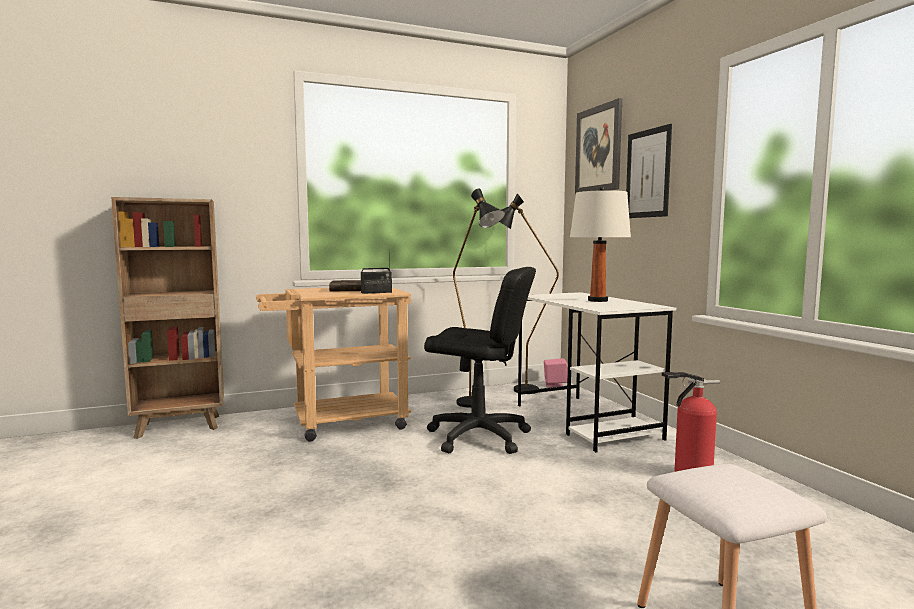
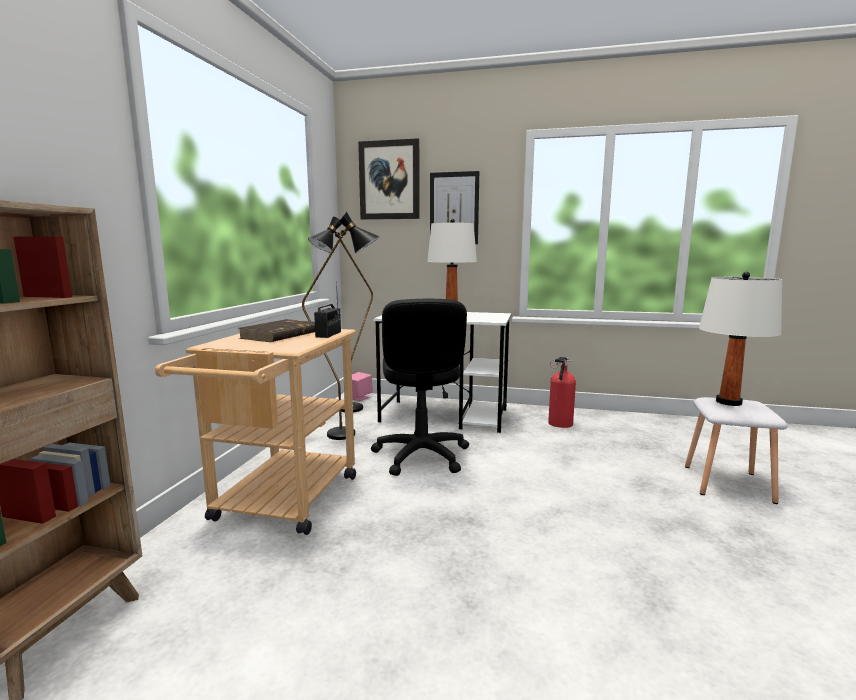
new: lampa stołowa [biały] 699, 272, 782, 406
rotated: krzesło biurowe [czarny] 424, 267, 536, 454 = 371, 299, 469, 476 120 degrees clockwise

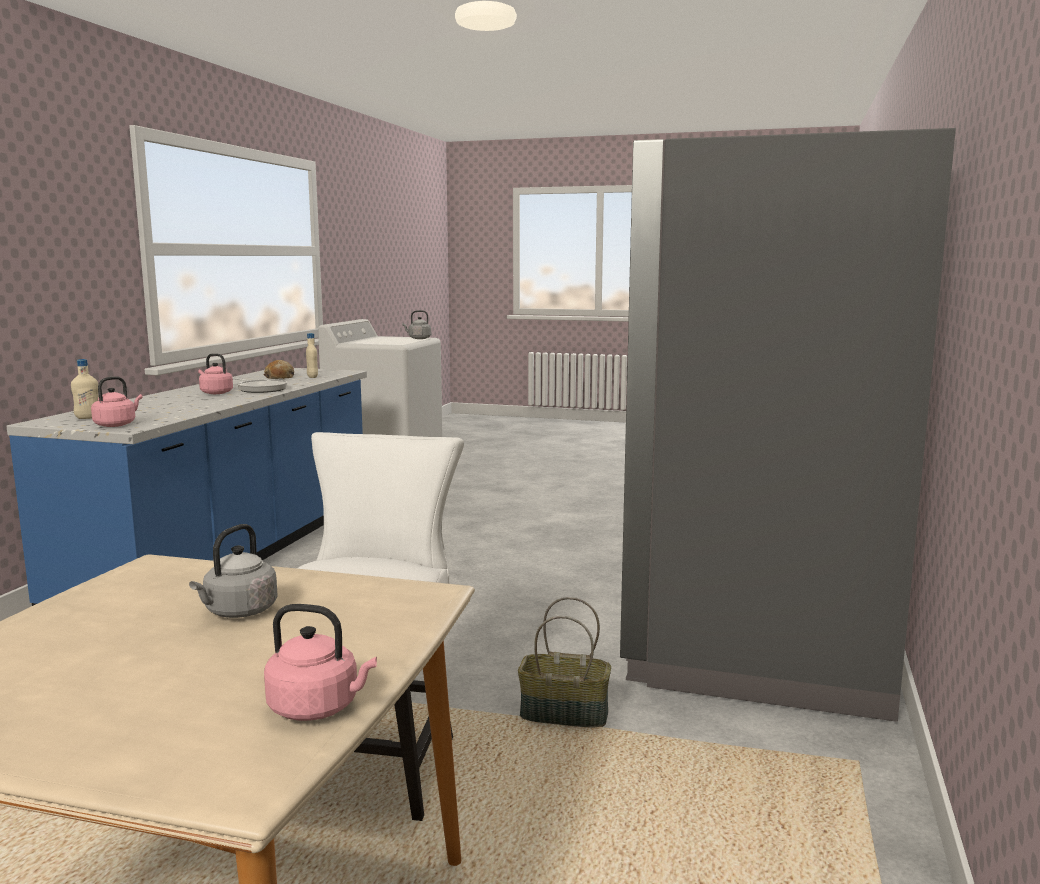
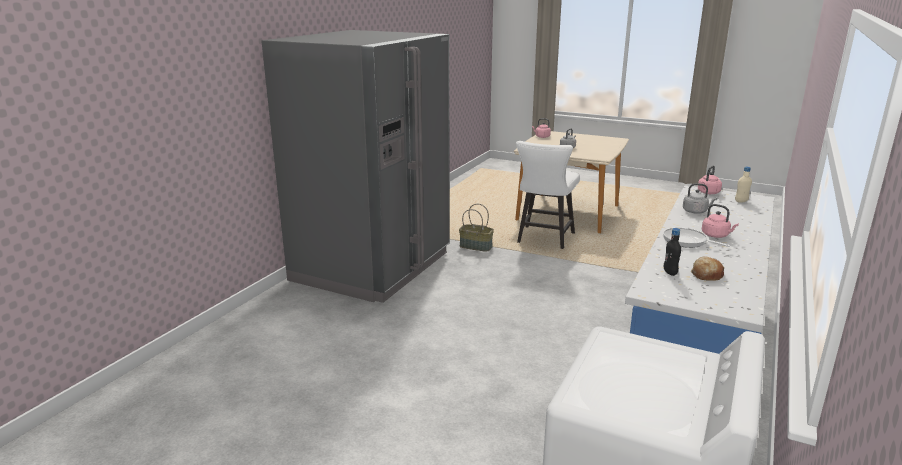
shifted: czajnik [szary] 402, 310, 431, 339 to 683, 183, 717, 213
repainted: butelka [beżowy] 306, 333, 318, 378 to butelka [czarny] 664, 228, 681, 276

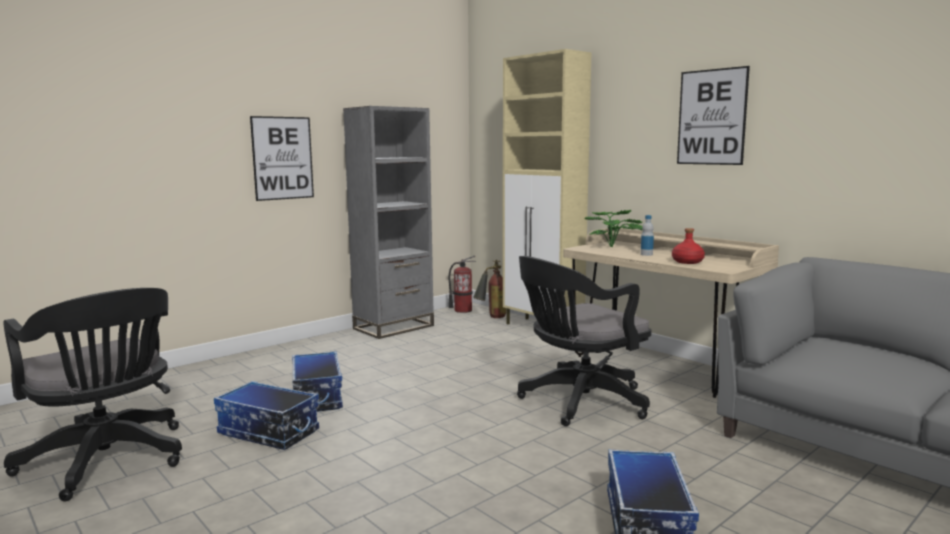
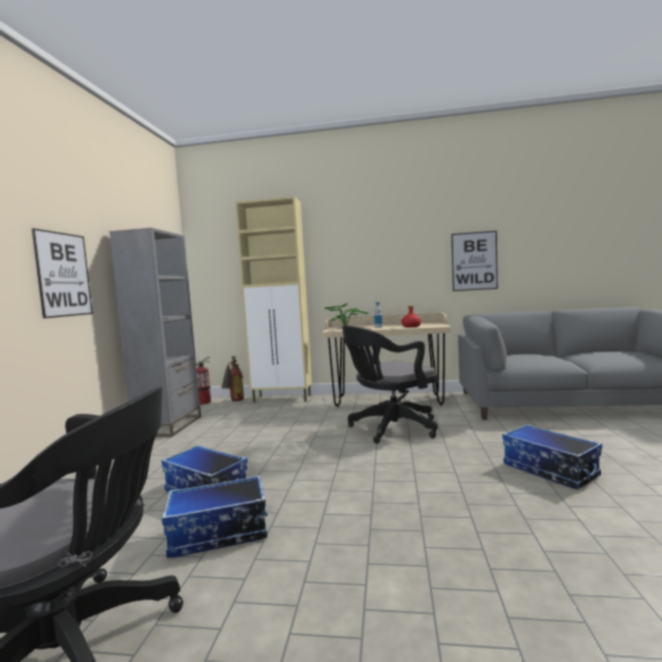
shifted: obraz 677, 66, 750, 165 to 451, 231, 498, 291
rotated: krzesło biurowe [czarny] 517, 256, 651, 426 = 342, 326, 438, 444 45 degrees clockwise

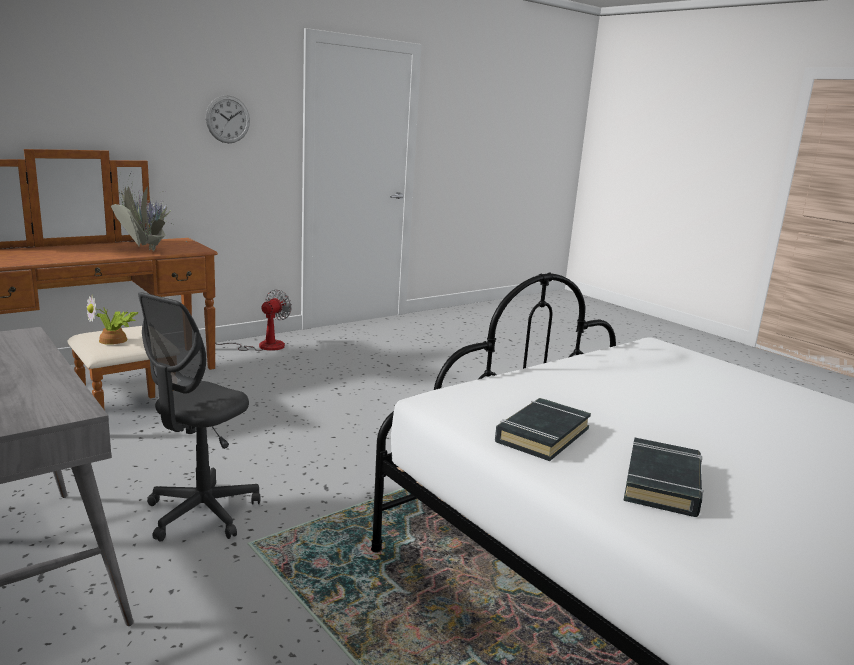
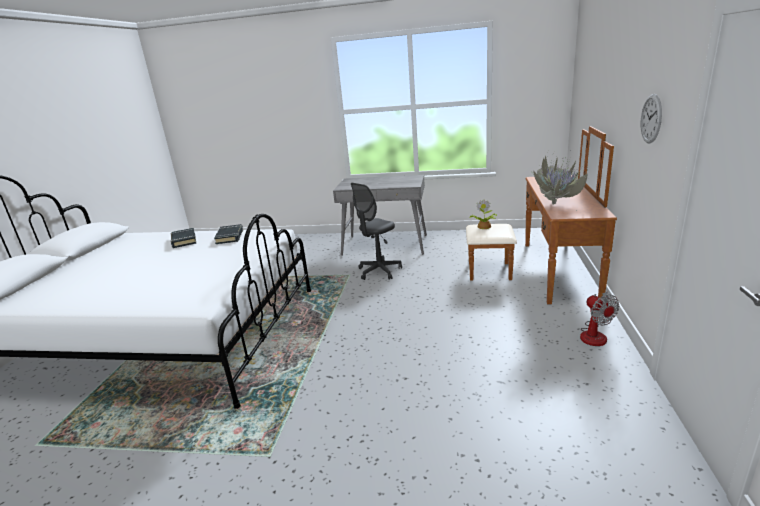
rotated: krzesło biurowe [szary] 138, 292, 260, 542 = 351, 183, 402, 280 120 degrees counterclockwise

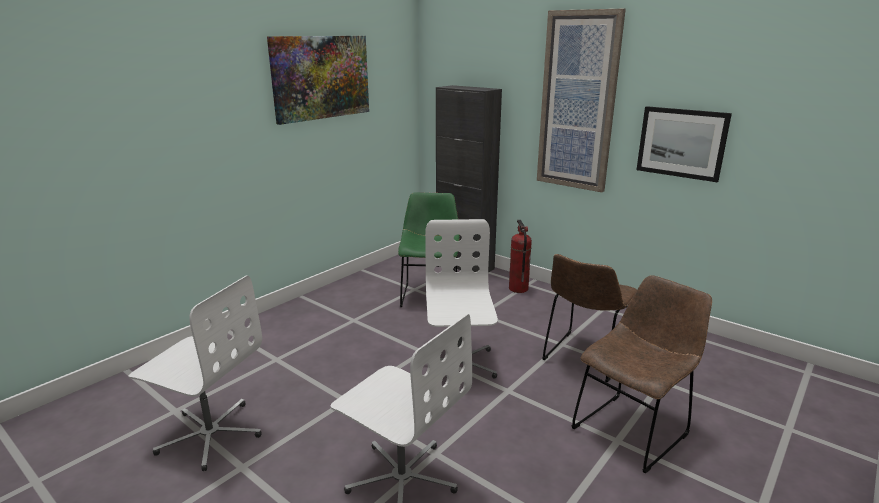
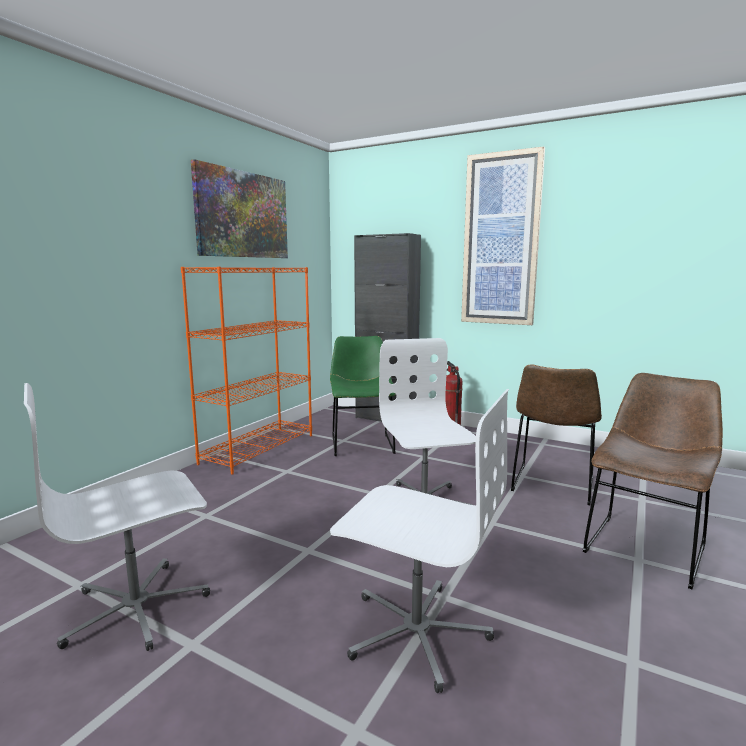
gone: obraz 636, 106, 732, 182
new: regał [pomarańczowy] 181, 267, 312, 475
rotated: krzesło biurowe [biały] 129, 275, 262, 471 = 24, 383, 210, 651 135 degrees clockwise

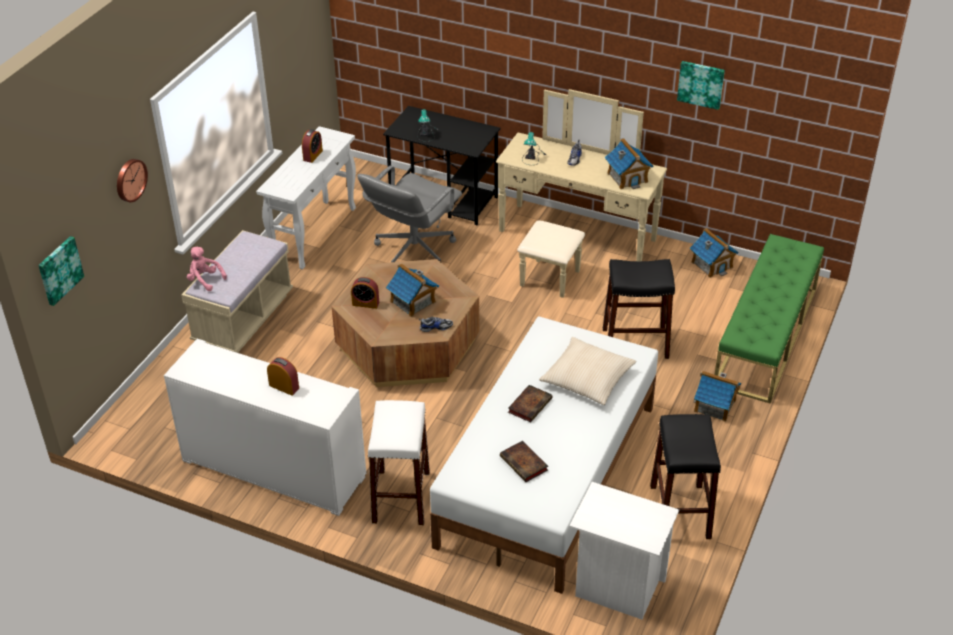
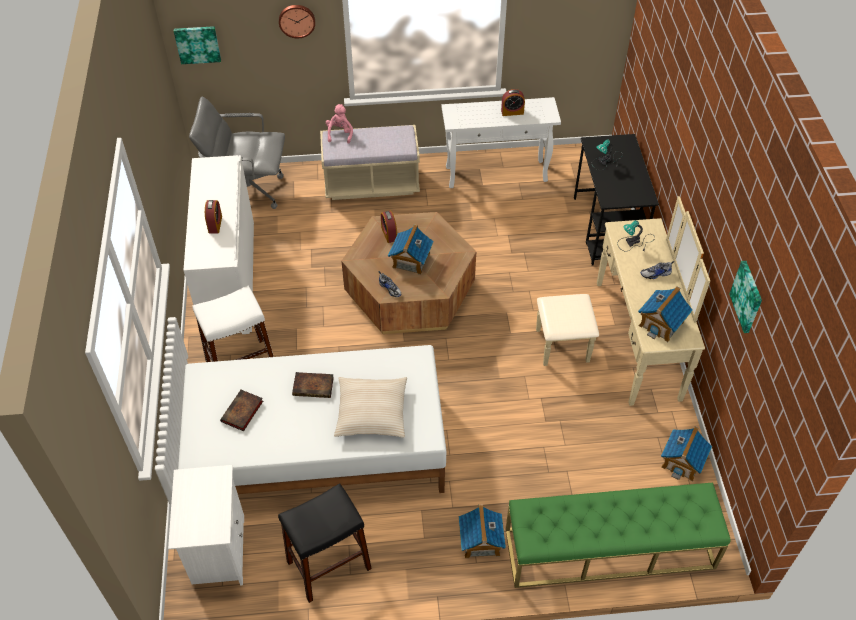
gone: stołek [czarny] 603, 259, 675, 359
shifted: krzesło biurowe [szary] 357, 166, 462, 263 to 189, 96, 285, 209

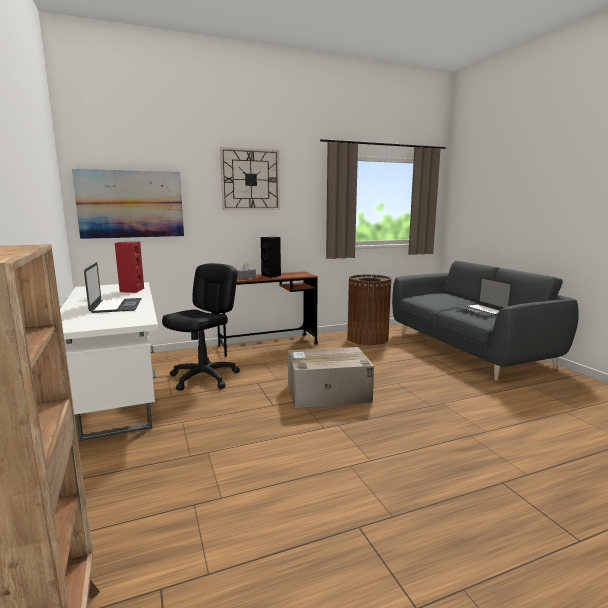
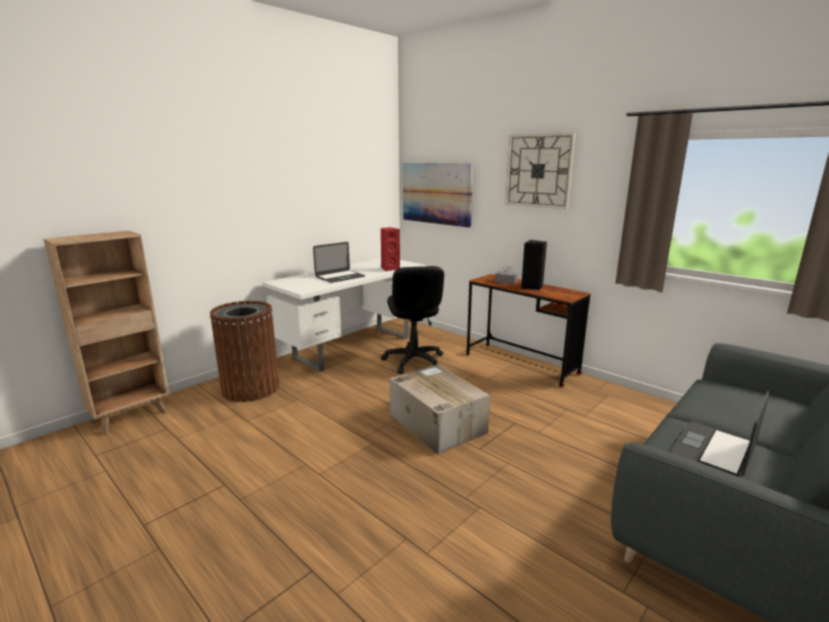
shifted: kosz na śmieci [brązowy] 347, 274, 391, 345 to 210, 301, 279, 402
rotated: krzesło biurowe [czarny] 162, 263, 240, 391 = 381, 266, 444, 374 75 degrees clockwise

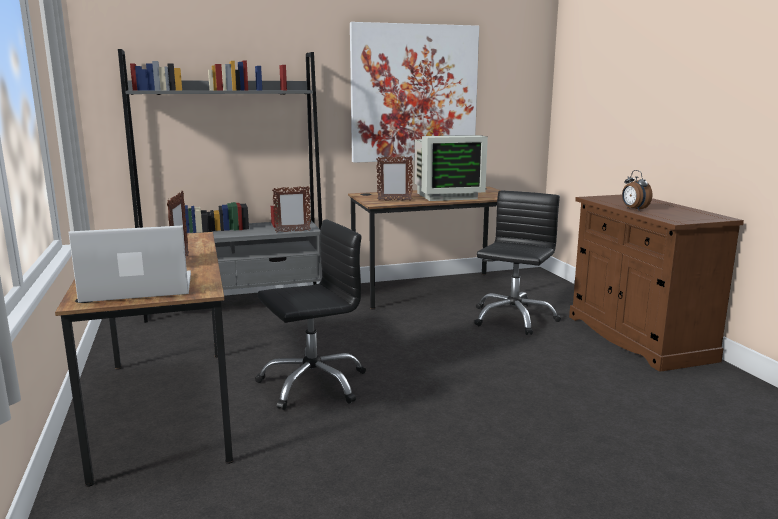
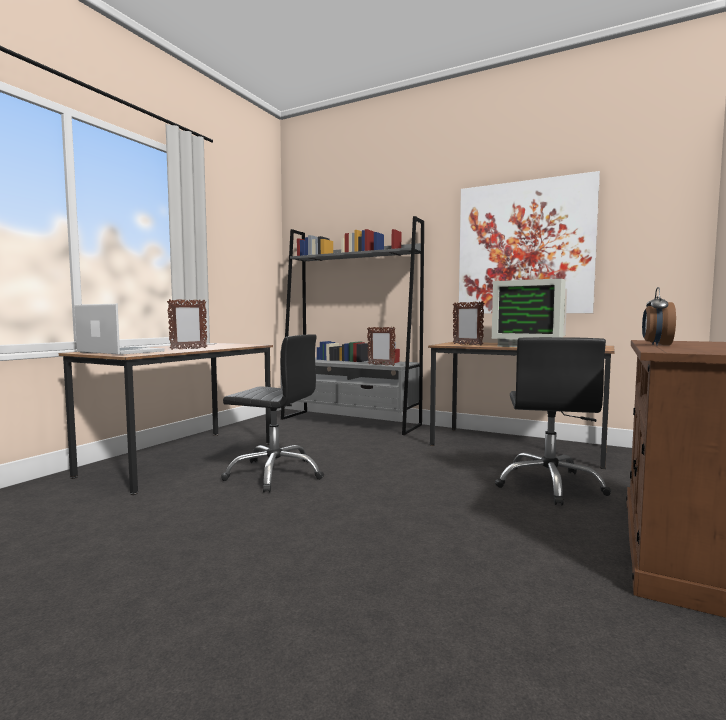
rotated: krzesło biurowe [czarny] 474, 191, 561, 335 = 495, 337, 611, 506 120 degrees clockwise

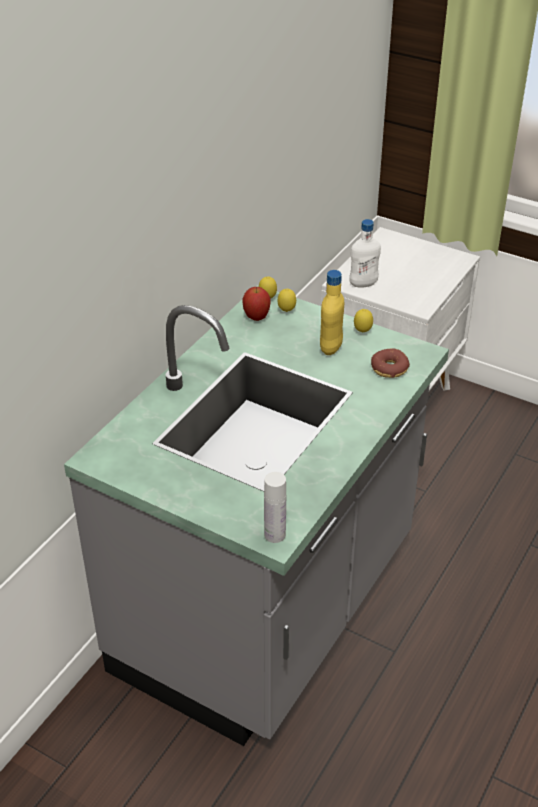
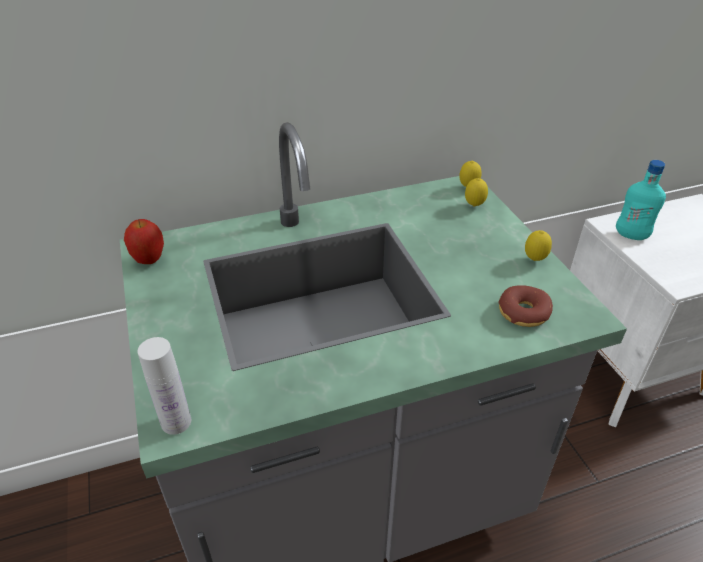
gone: butelka [żółty] 320, 270, 344, 355
shifted: jabłko 242, 287, 271, 321 to 124, 219, 164, 264
repainted: butelka [biały] 349, 219, 381, 288 to butelka [turkusowy] 616, 160, 666, 240

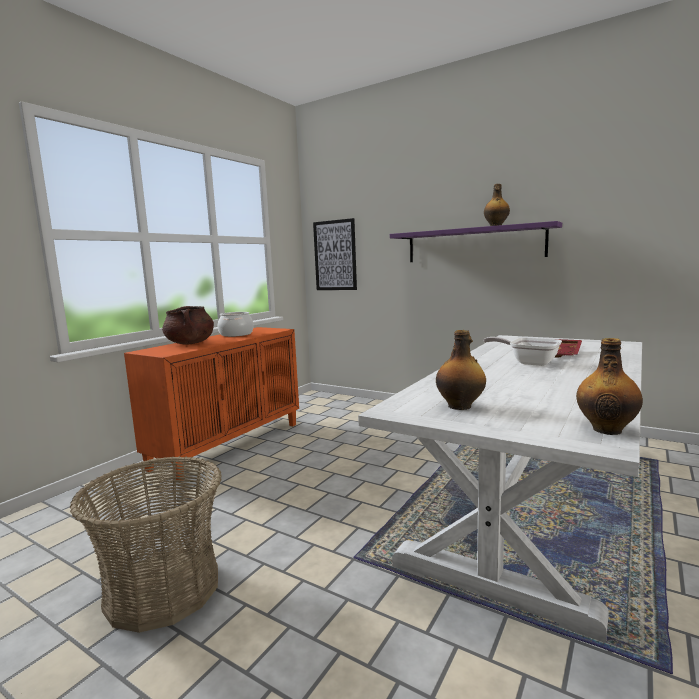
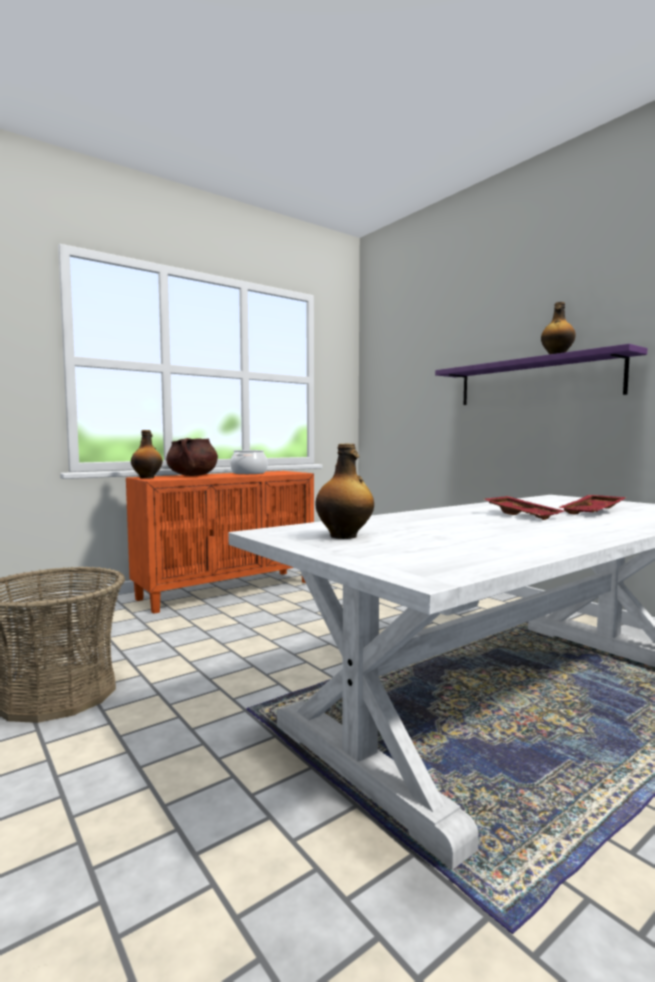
gone: obraz 313, 218, 357, 290
shifted: butelka 576, 338, 643, 435 to 131, 430, 163, 479
swapped: patelnia 483, 337, 562, 366 to taca [czerwony] 484, 496, 564, 520

